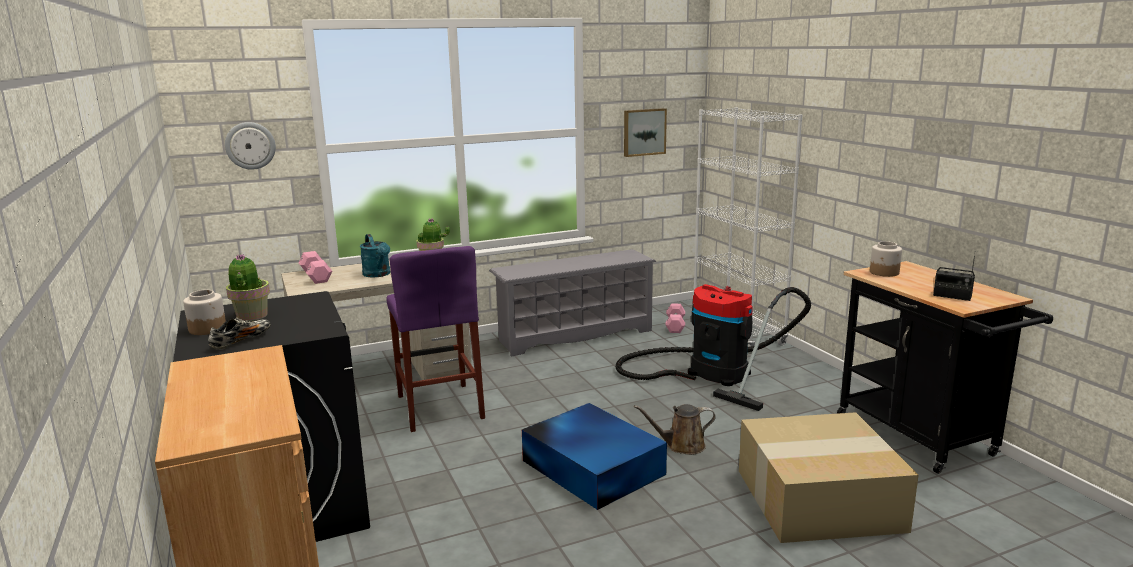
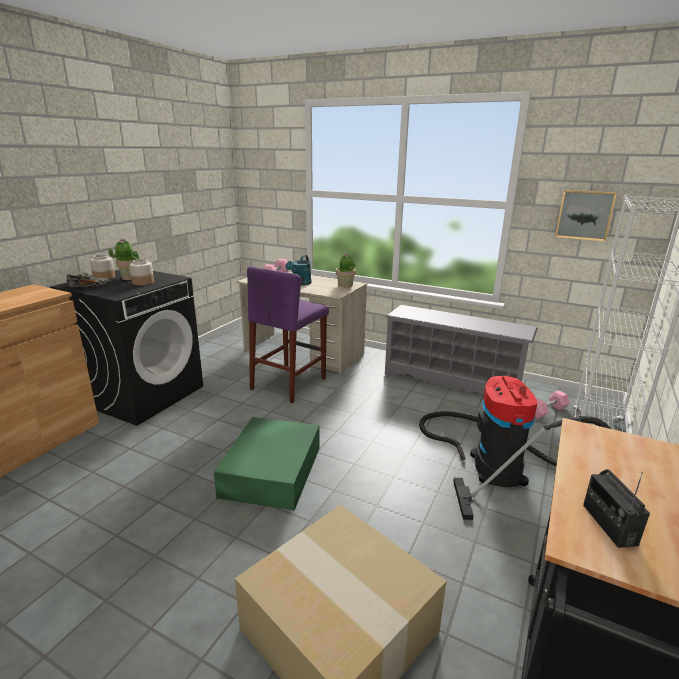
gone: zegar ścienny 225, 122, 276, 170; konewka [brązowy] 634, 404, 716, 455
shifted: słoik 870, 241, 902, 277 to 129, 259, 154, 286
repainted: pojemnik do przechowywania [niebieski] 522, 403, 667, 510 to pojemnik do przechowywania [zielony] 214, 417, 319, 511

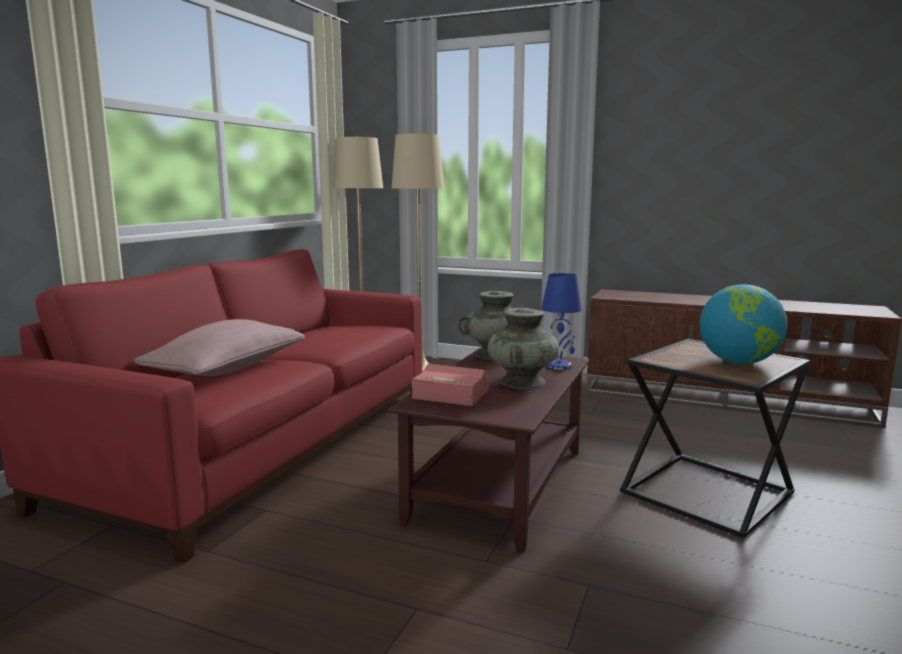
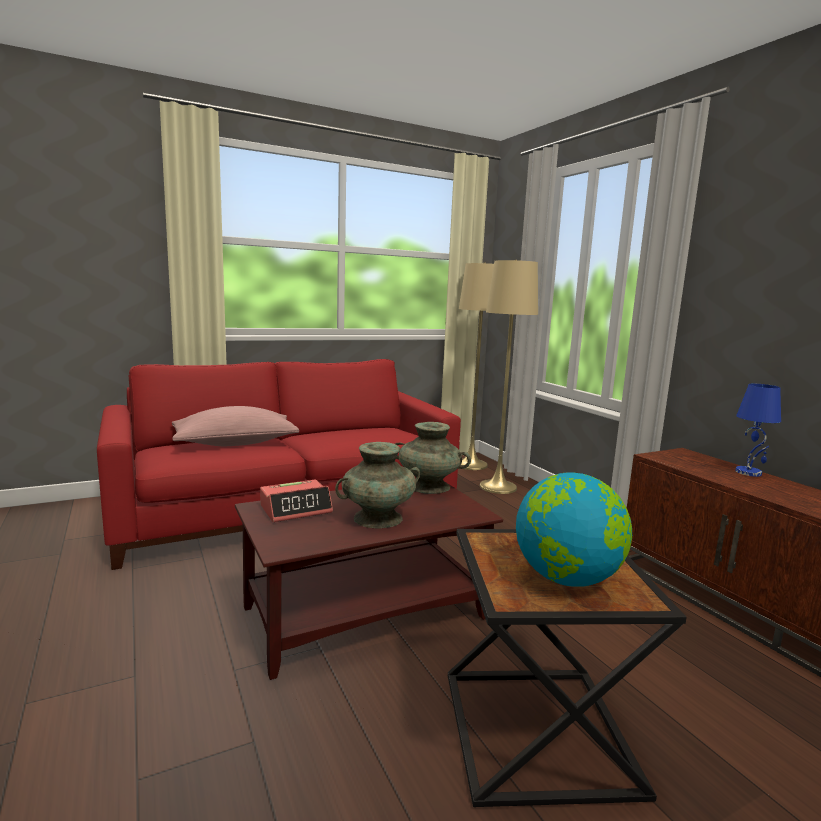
shifted: lampa stołowa [niebieski] 541, 273, 582, 370 to 735, 384, 781, 477
rotated: budzik 412, 364, 489, 406 = 260, 480, 333, 522 90 degrees clockwise

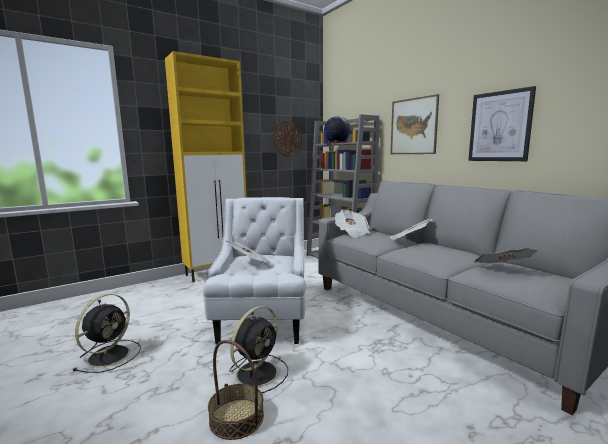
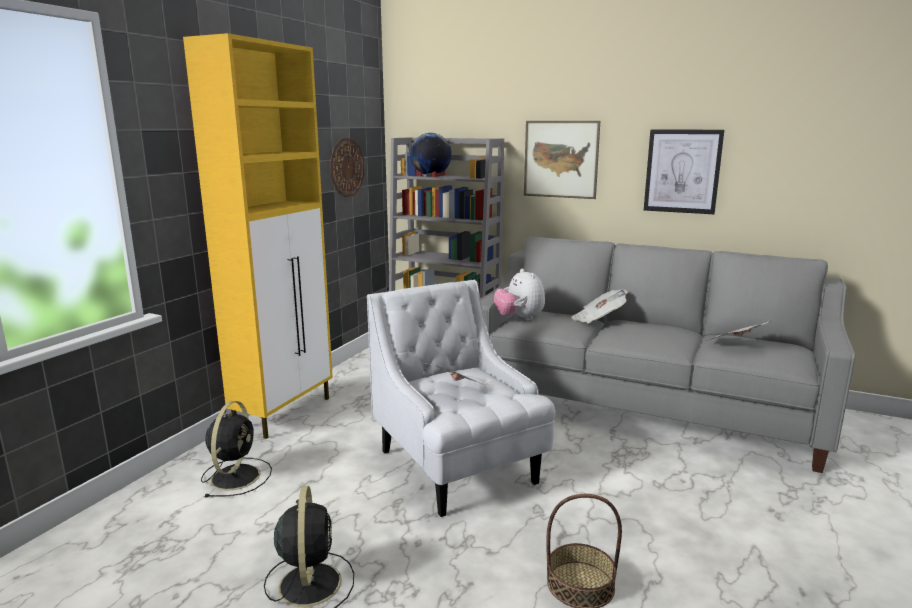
shifted: wentylator [czarny] 224, 306, 288, 393 to 201, 401, 272, 497
swapped: gazeta 335, 210, 370, 237 to pluszak 494, 268, 545, 320

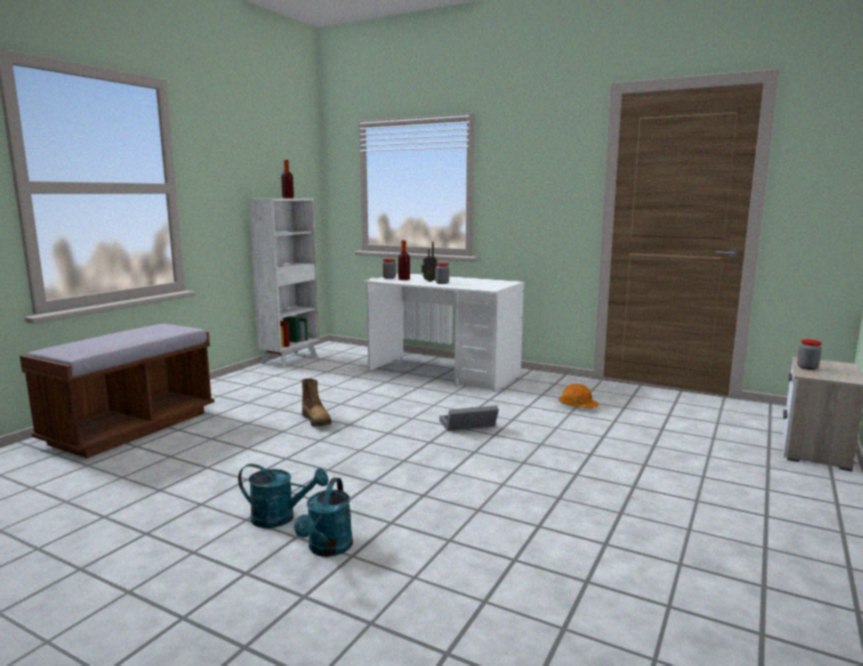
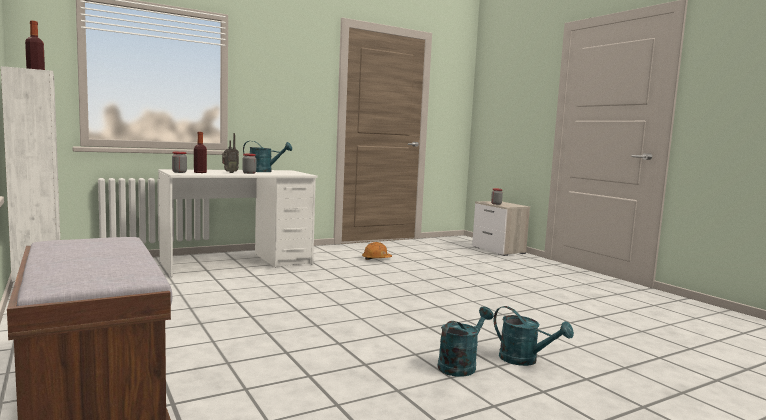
gone: but z cholewką 302, 378, 331, 427; pojemnik do przechowywania [szary] 440, 405, 499, 431
new: konewka [turkusowy] 243, 141, 292, 172

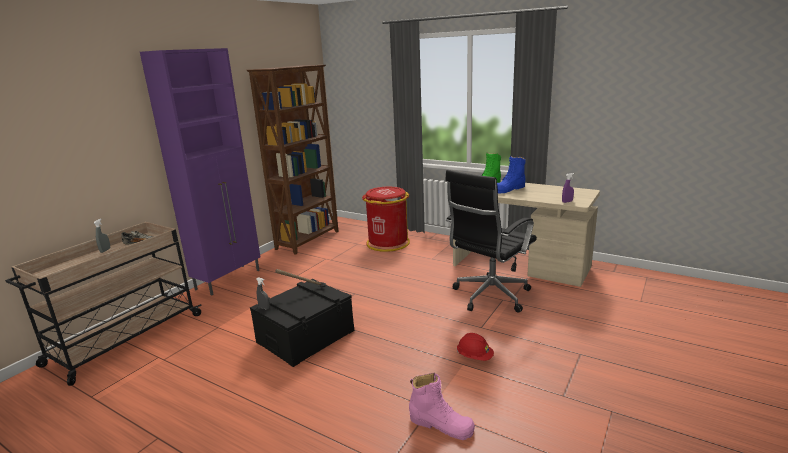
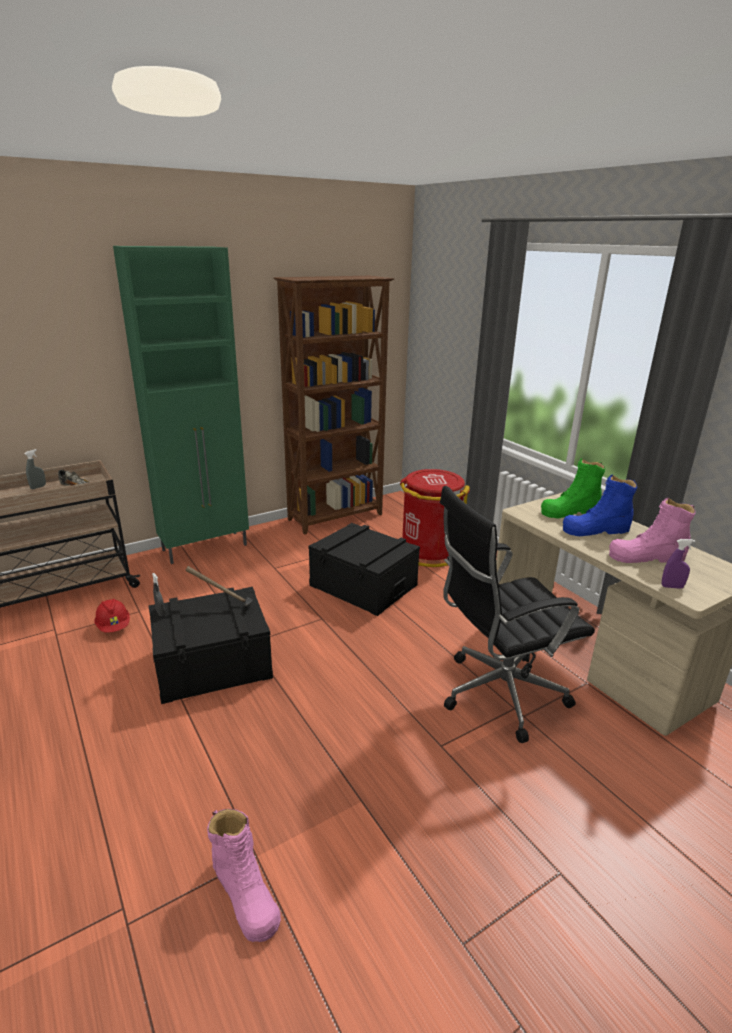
new: but z cholewką [różowy] 609, 498, 696, 563; pojemnik do przechowywania [czarny] 308, 523, 420, 616
shifted: kask [czerwony] 457, 333, 494, 361 to 94, 599, 130, 633
repainted: szafka [fioletowy] 140, 48, 260, 296 to szafka [zielony] 113, 246, 249, 564

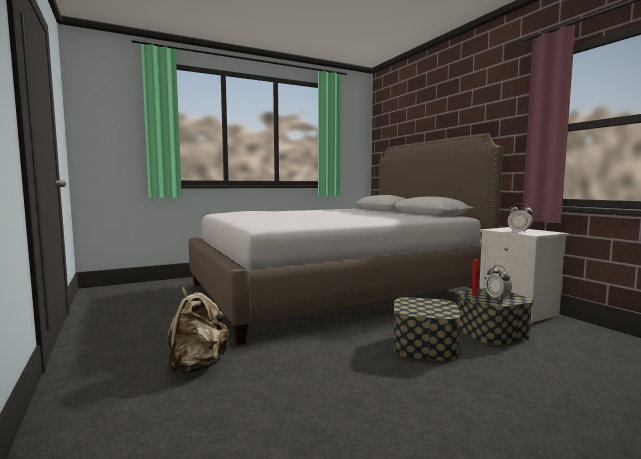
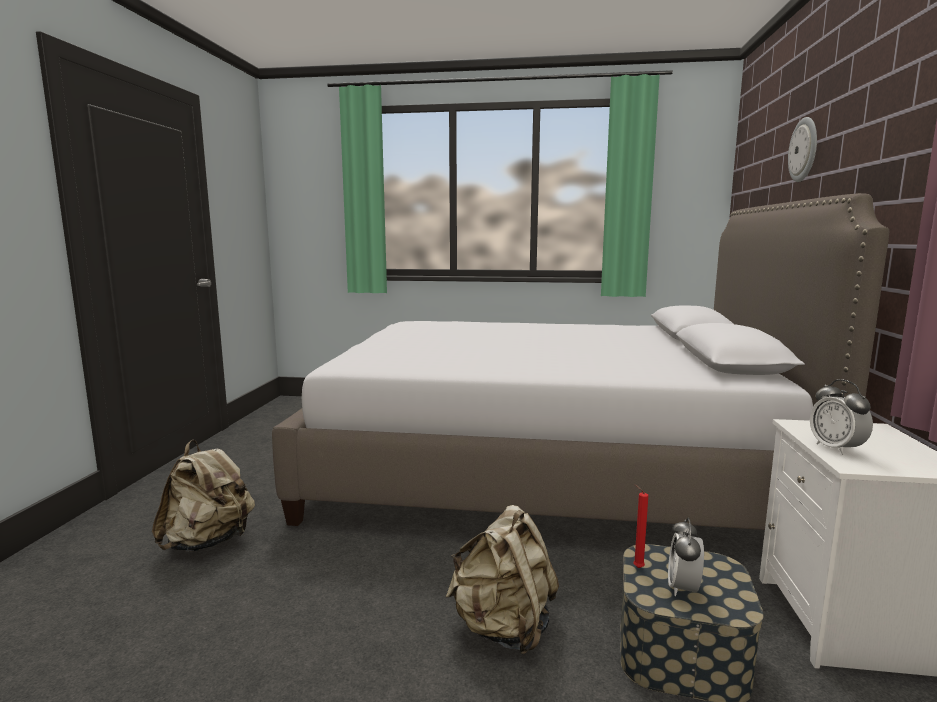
new: zegar ścienny 788, 117, 817, 182
swapped: pojemnik do przechowywania 394, 297, 461, 362 to plecak [beżowy] 445, 505, 559, 655

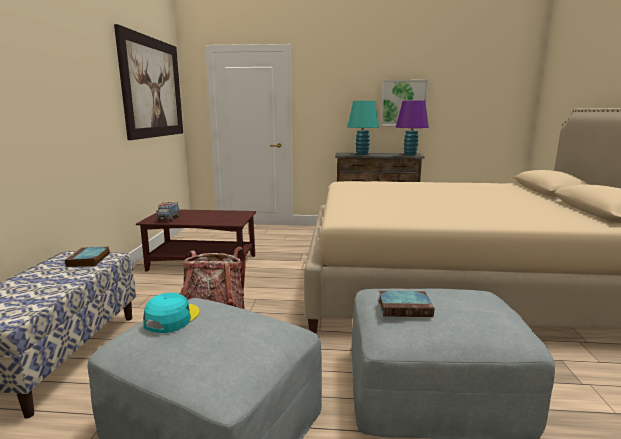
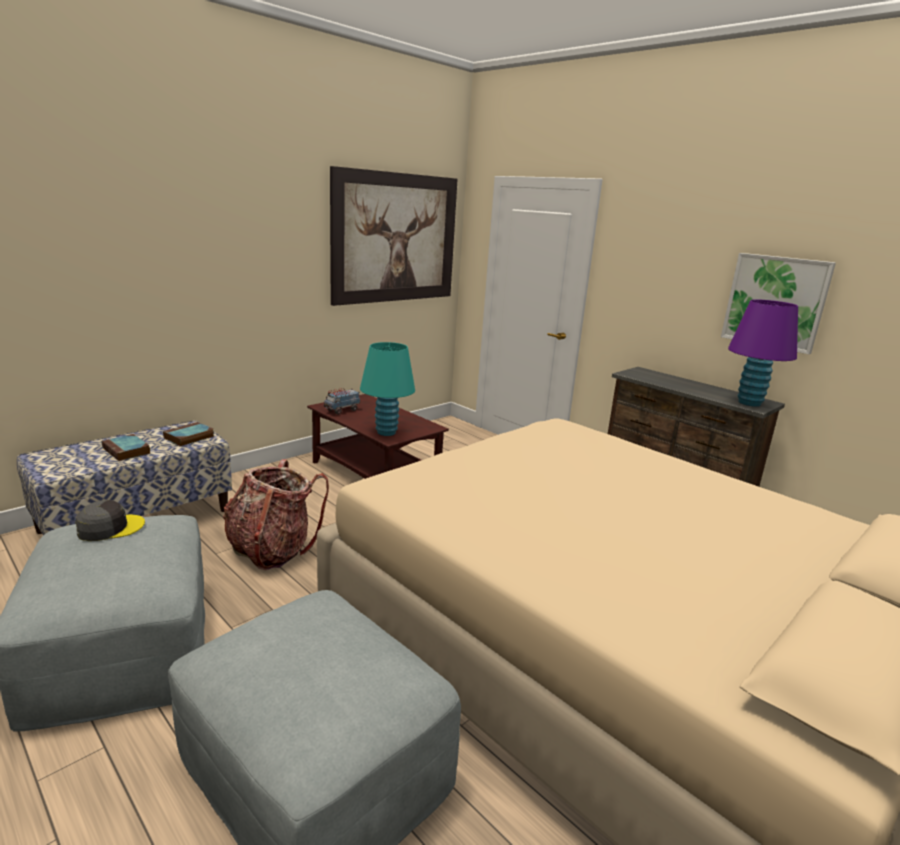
shifted: lampa stołowa [turkusowy] 347, 101, 379, 155 to 360, 342, 415, 436; książka 378, 291, 434, 317 to 102, 434, 151, 461
repainted: czapka z daszkiem [turkusowy] 143, 293, 200, 333 to czapka z daszkiem [szary] 75, 500, 145, 541

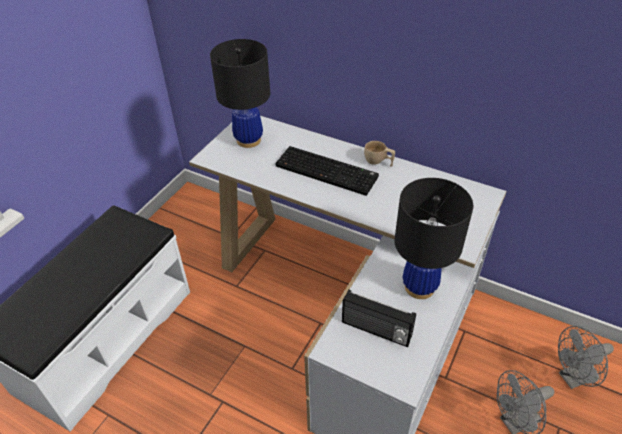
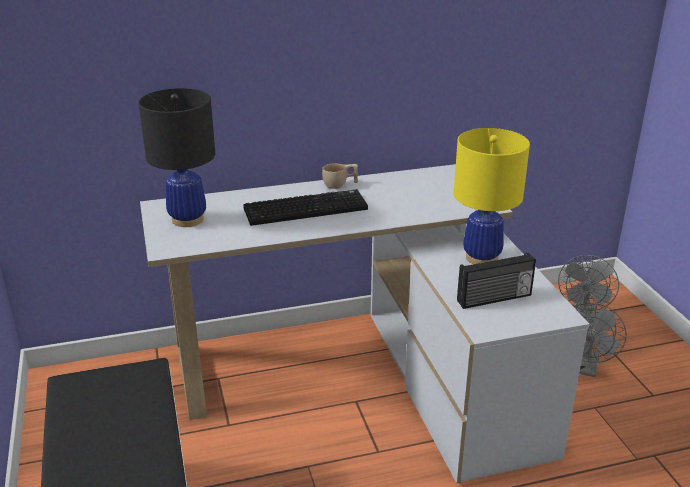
repainted: lampa stołowa [czarny] 394, 178, 473, 299 to lampa stołowa [żółty] 454, 128, 530, 264

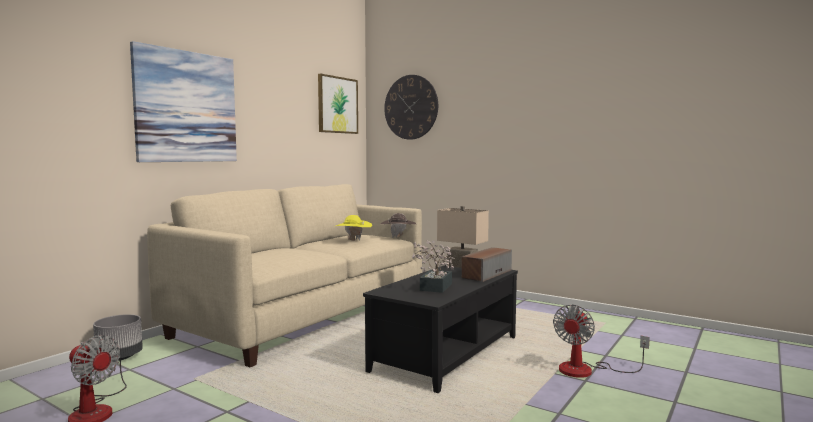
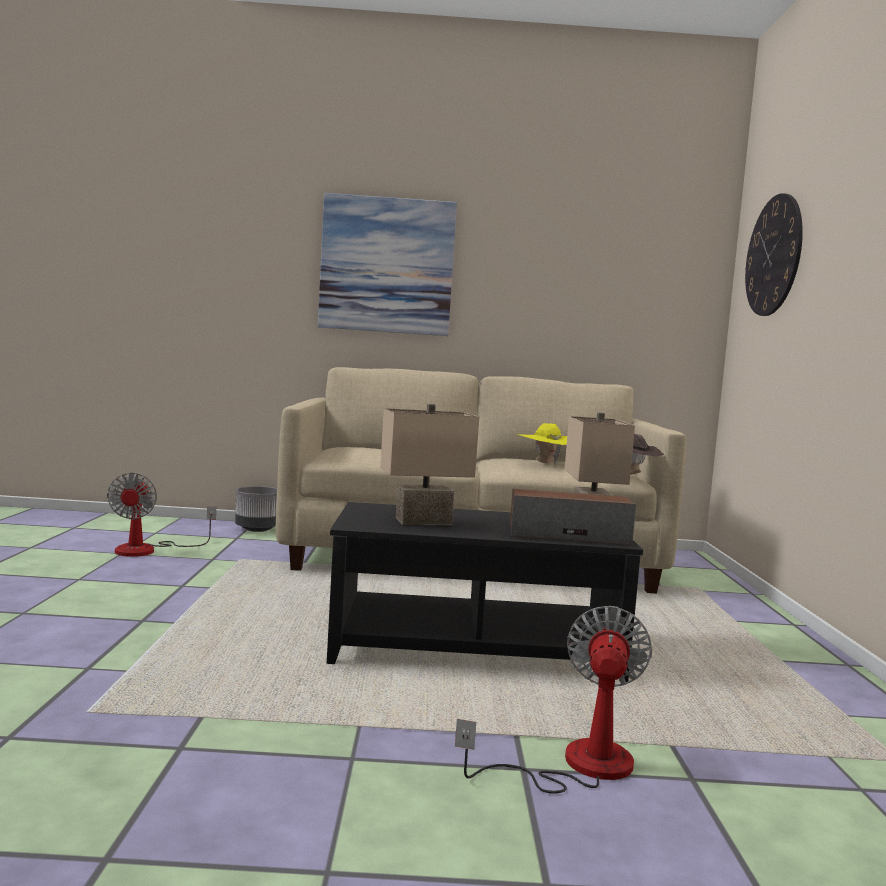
gone: obraz 318, 74, 358, 134
swapped: roślina doniczkowa 412, 240, 455, 293 to lampa stołowa [beżowy] 380, 404, 479, 525
rotated: wentylator 553, 305, 650, 378 = 455, 606, 652, 794 105 degrees clockwise

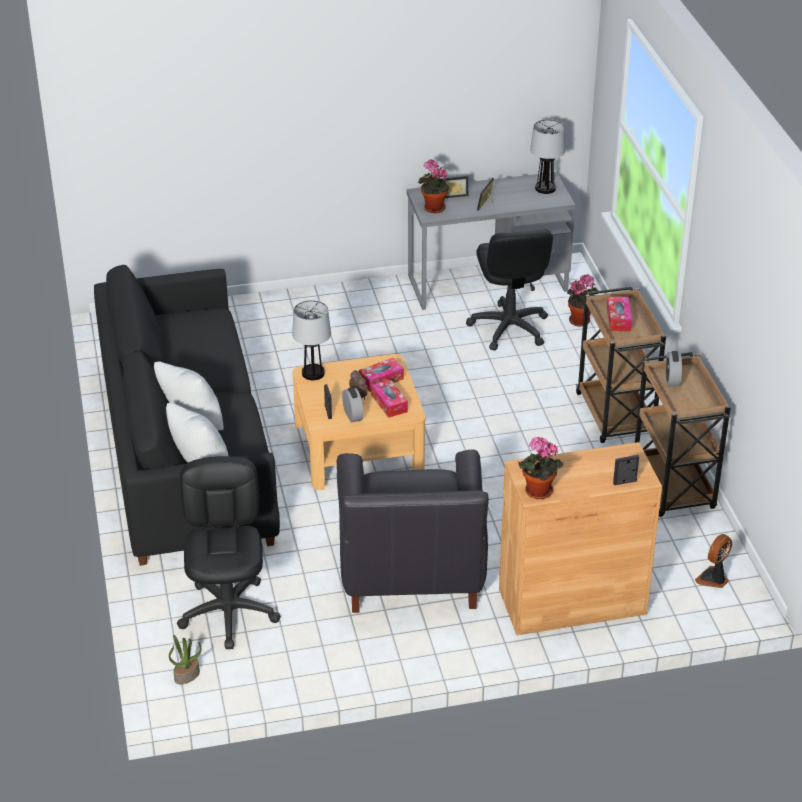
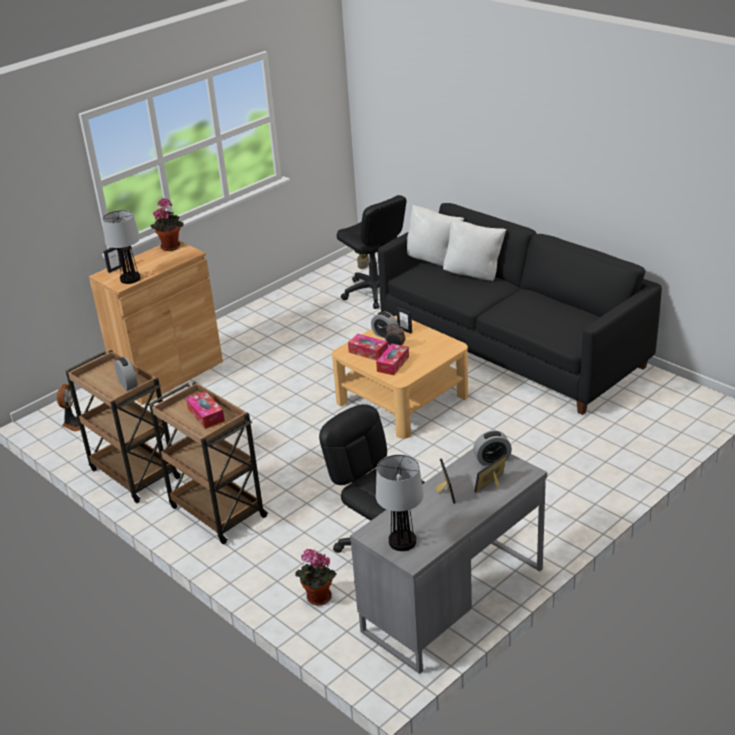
gone: fotel [czarny] 337, 450, 489, 613
shifted: lampa stołowa 292, 300, 331, 380 to 102, 210, 141, 284
swapped: roślina doniczkowa 418, 159, 449, 213 to budzik 473, 431, 512, 466

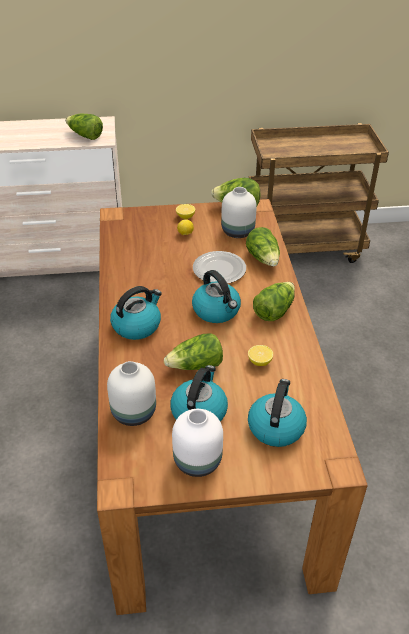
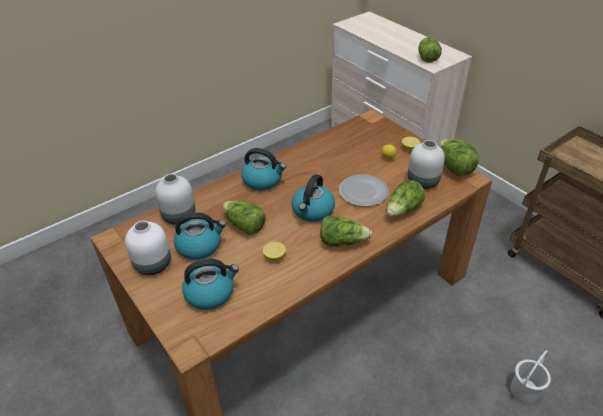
new: wiadro [biały] 510, 350, 551, 403

